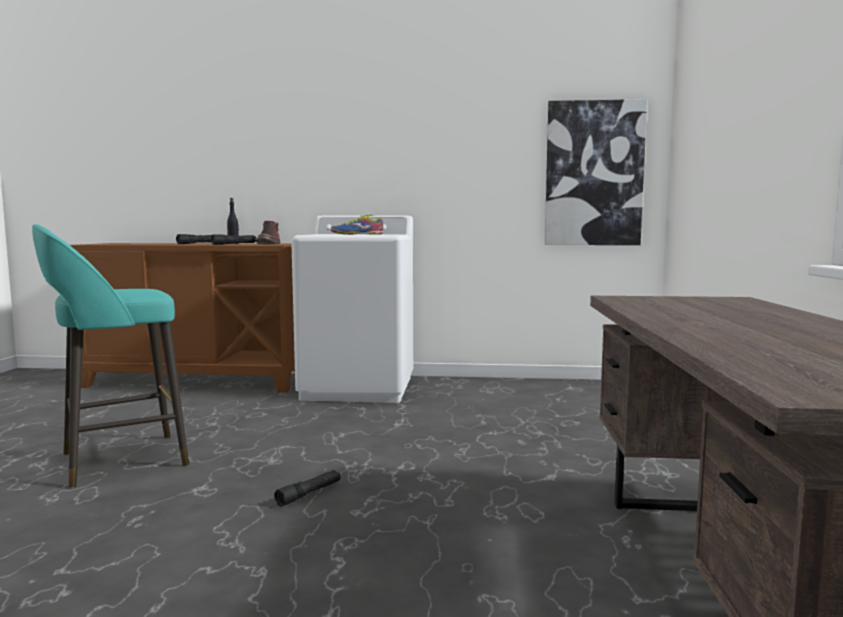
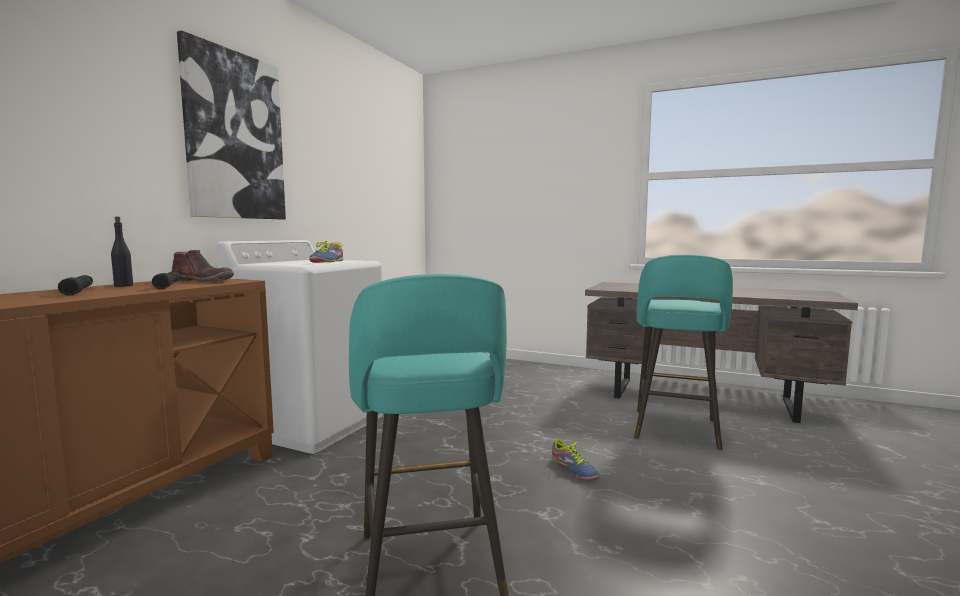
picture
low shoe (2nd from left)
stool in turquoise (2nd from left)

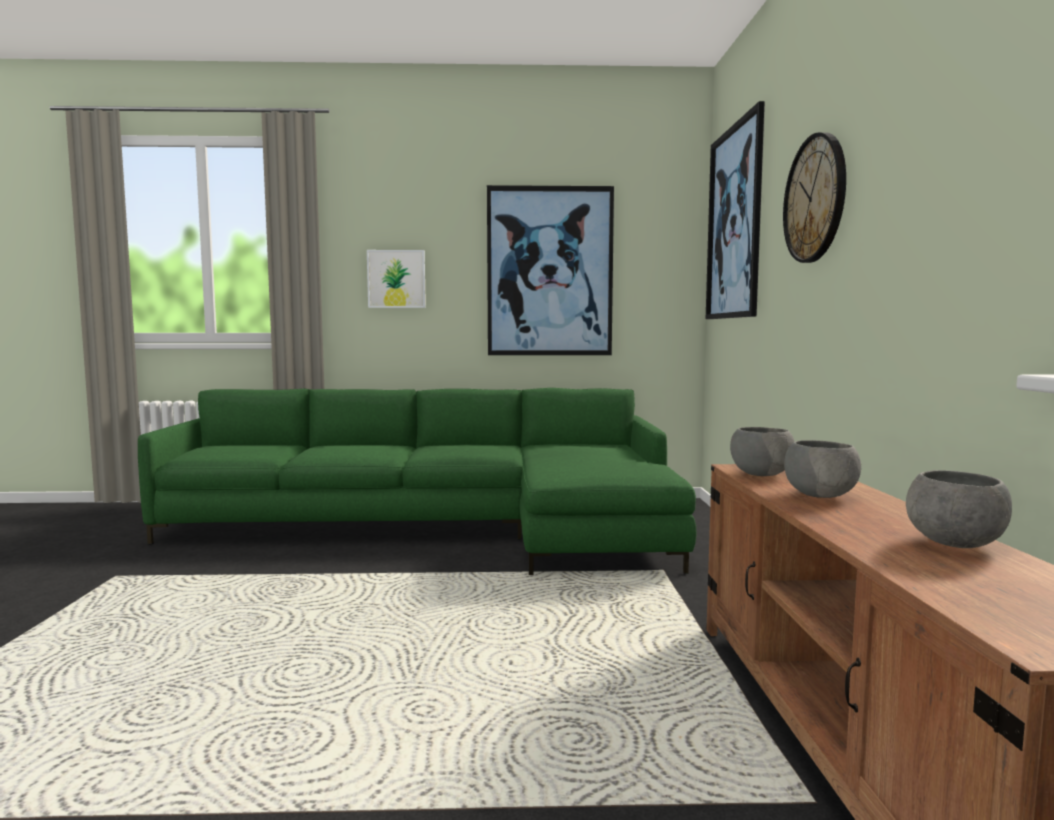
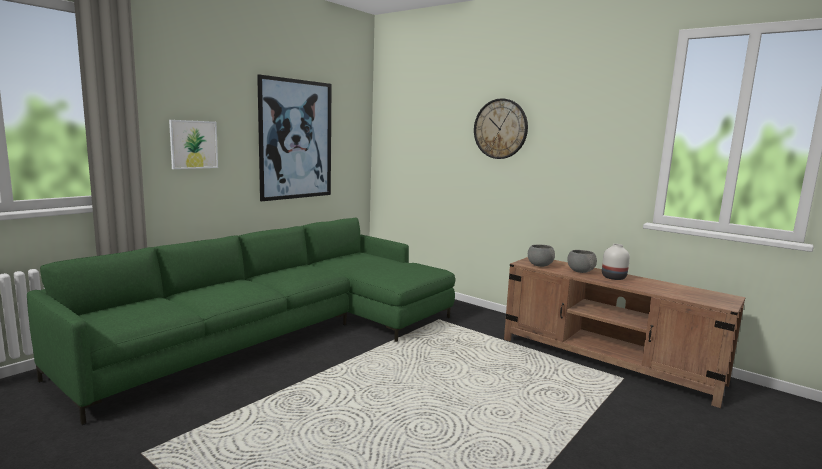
decorative vase in whitish
picture (3rd from left in the first image)
serving bowl in grey (3rd from left in the first image)

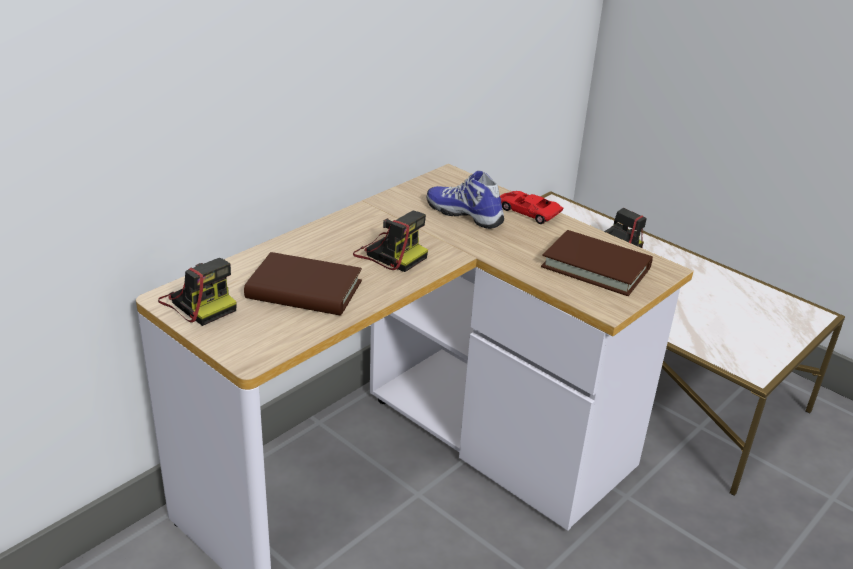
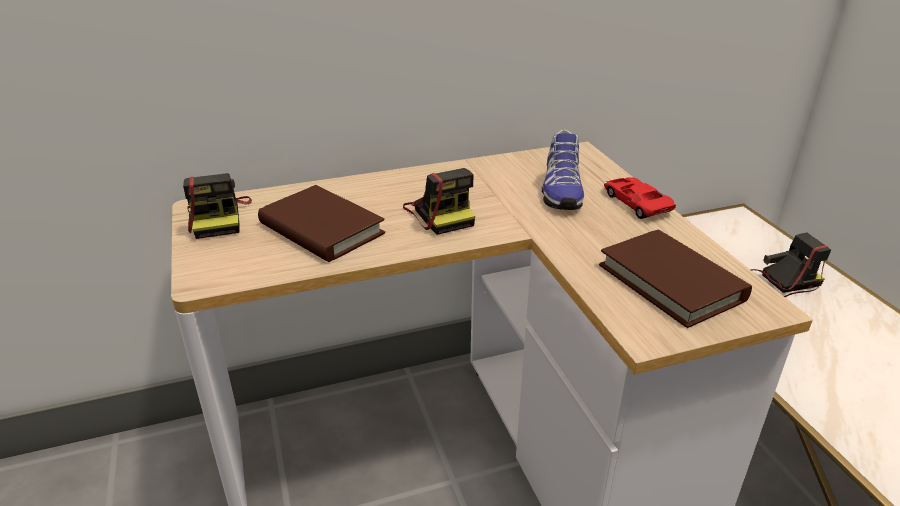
low shoe

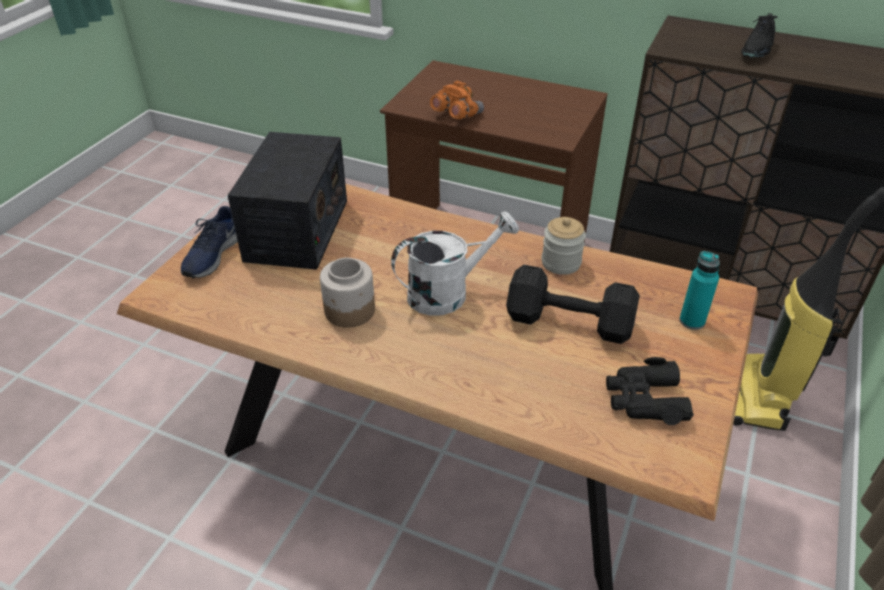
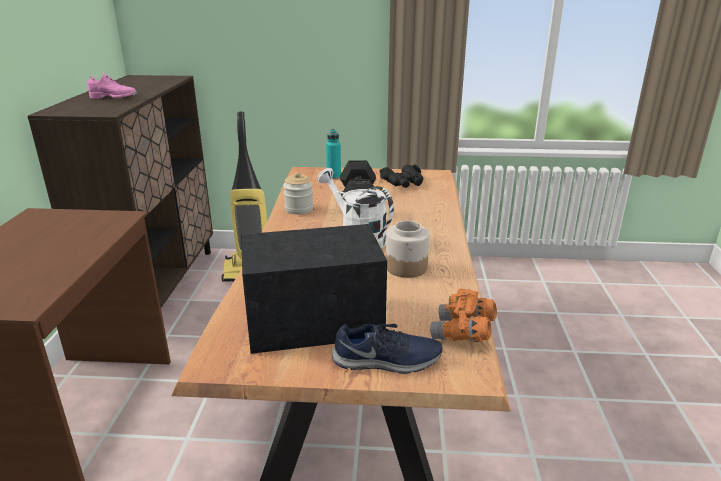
low shoe in pink
field glasses in orange

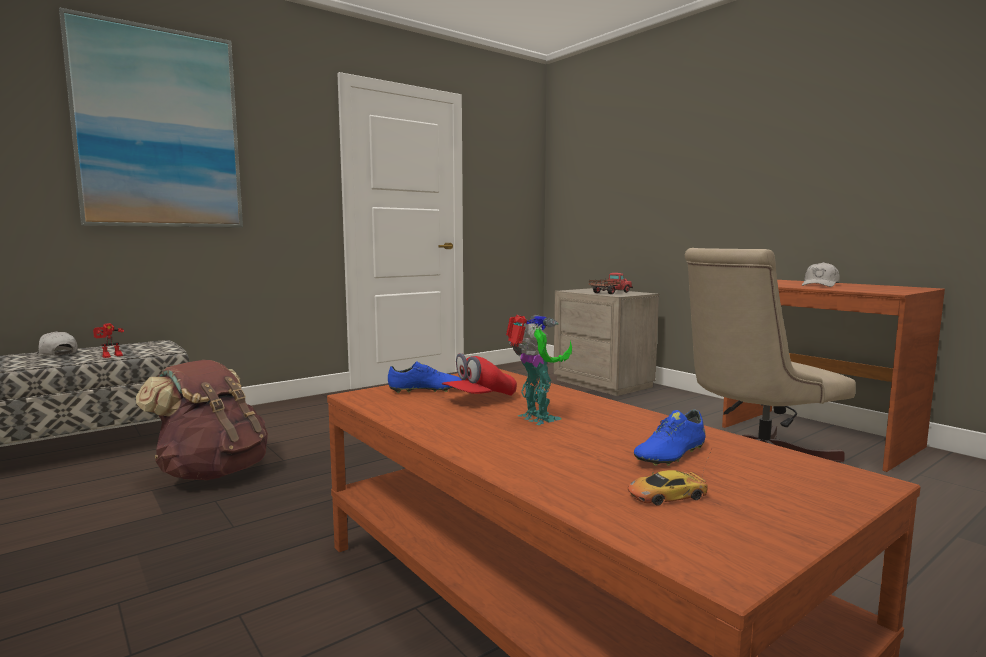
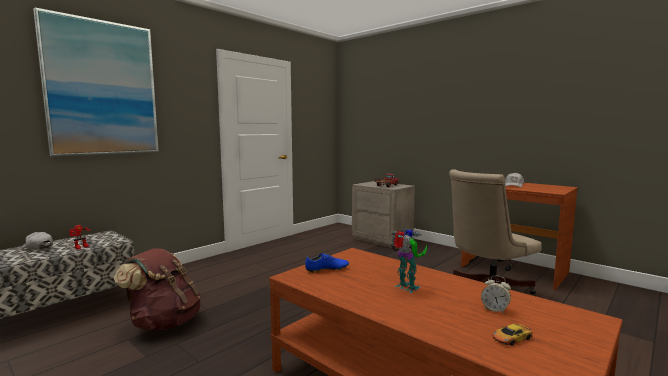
alarm clock
baseball cap in red

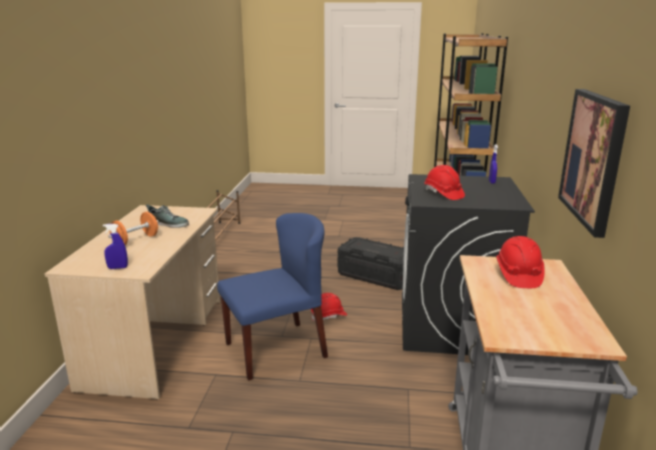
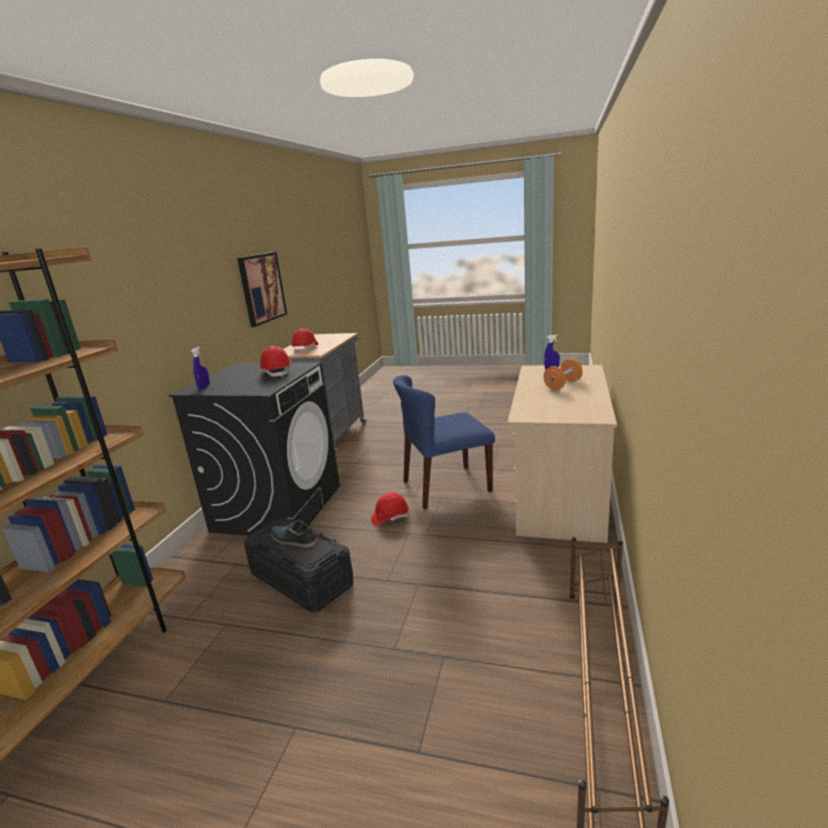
low shoe

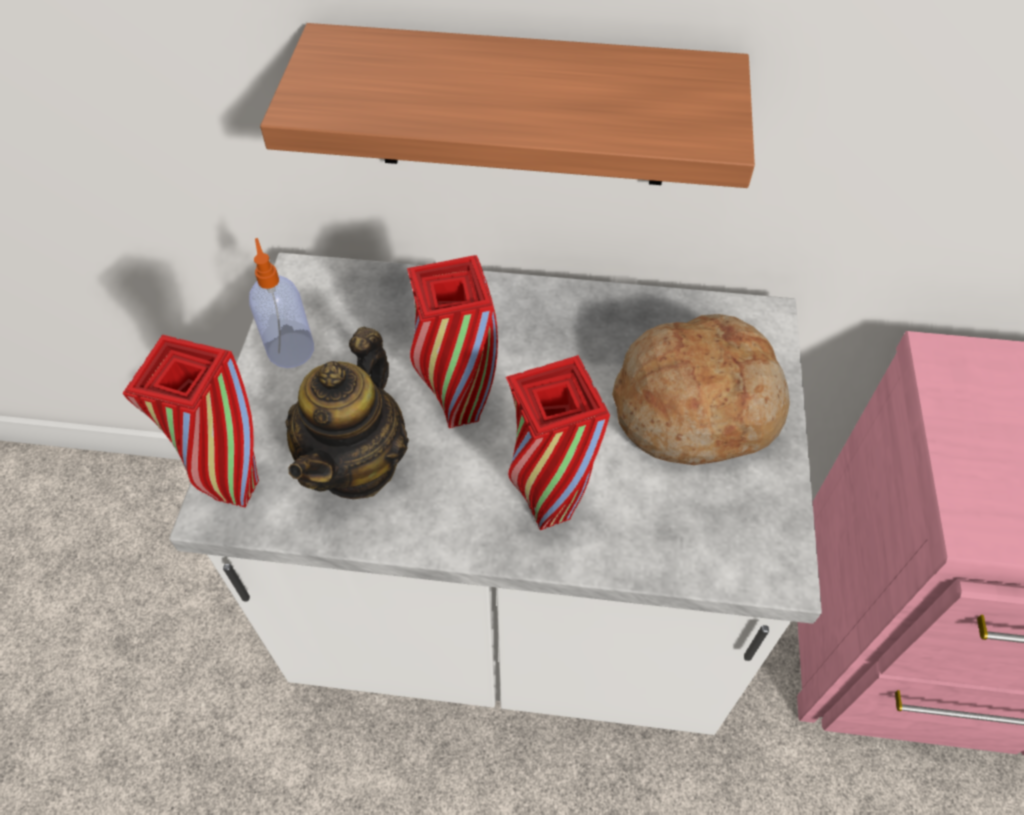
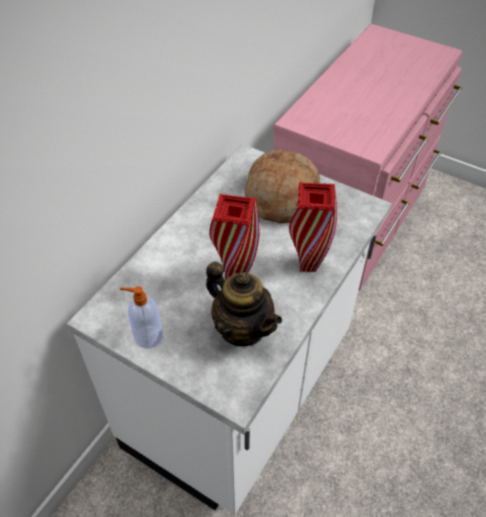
decorative vase in red (1st from left in the first image)
wall shelf

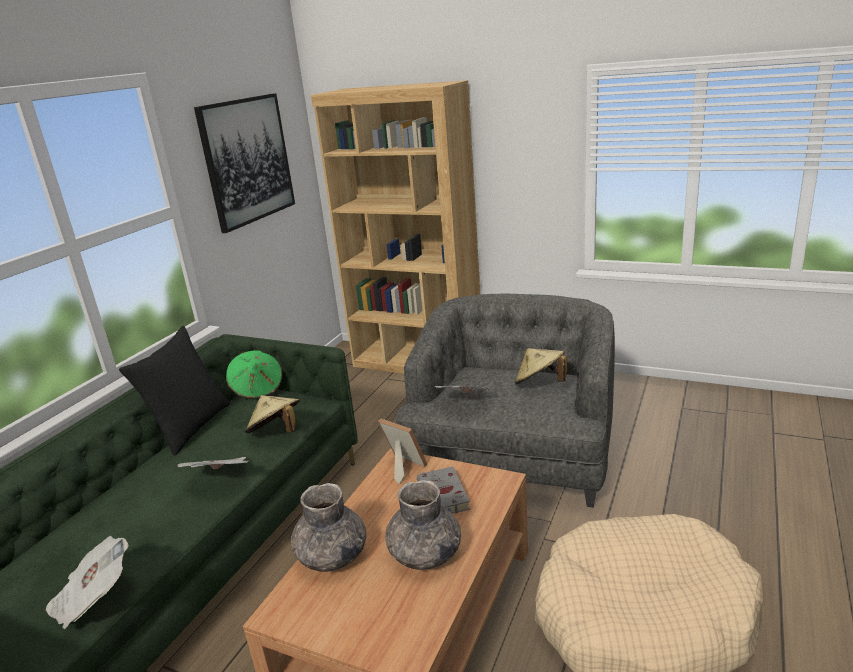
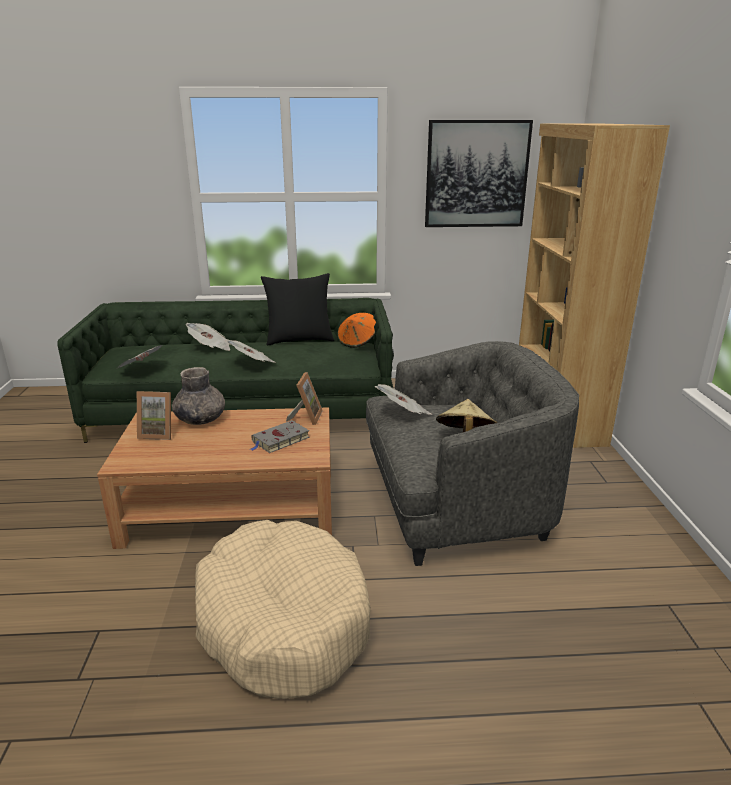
picture frame (1st from left)
printed paper (2nd from left)
hat in orange
hat in beige (1st from left in the first image)
decorative vase in grey (2nd from left in the first image)

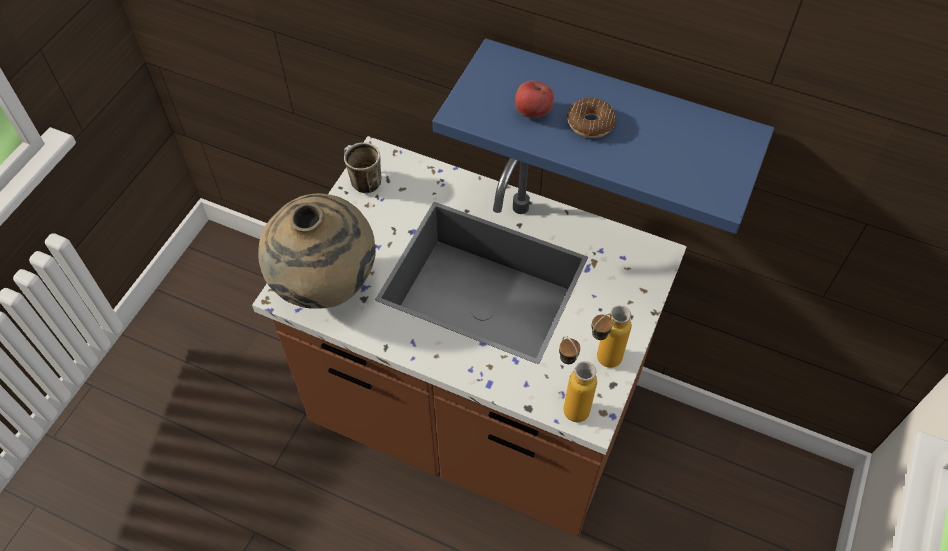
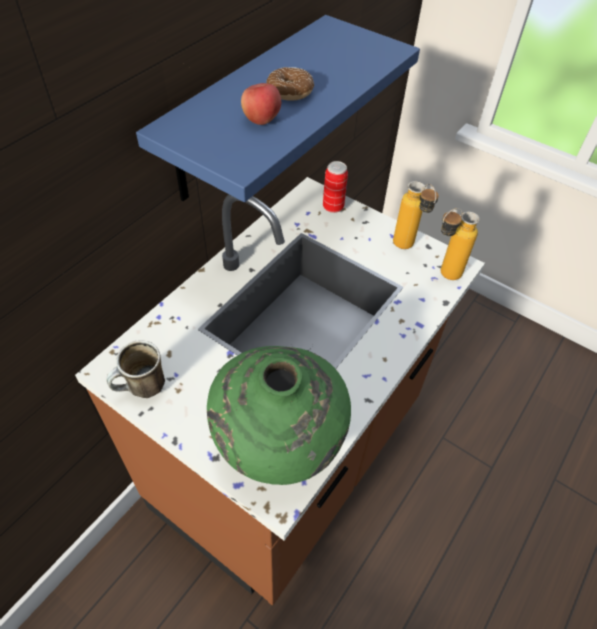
decorative vase in green-coloured
sealed can

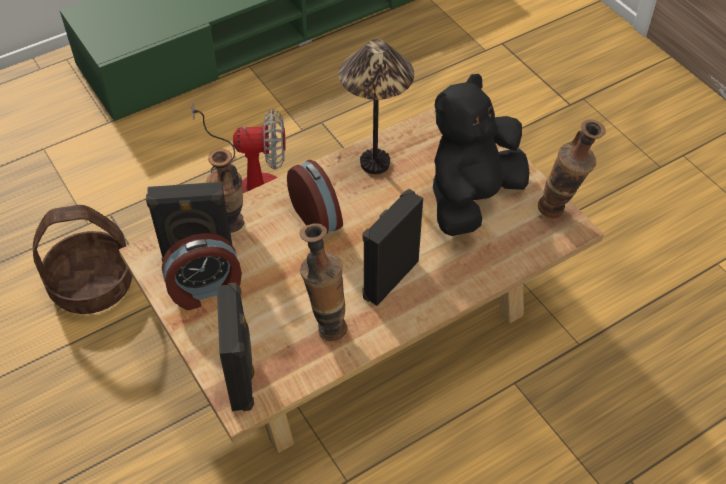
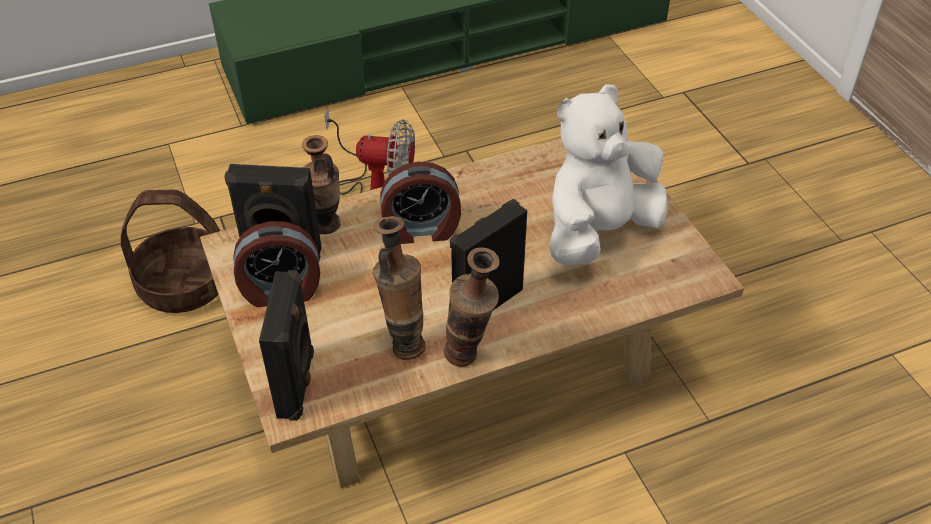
alarm clock (2nd from left)
decorative vase (3rd from left)
cuddly toy in whitish
tabletop lamp

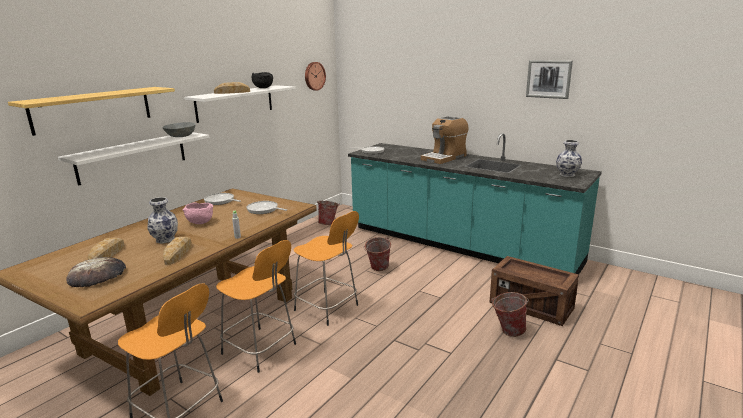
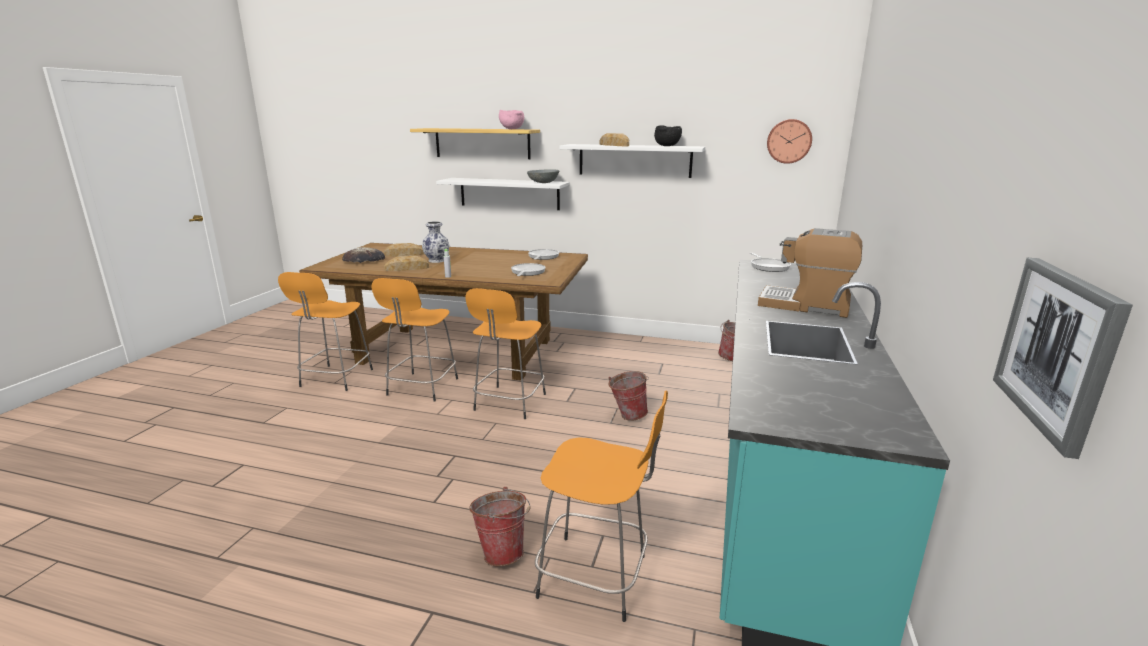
serving bowl in pink
stool in orange (4th from left)
picture
decorative vase (2nd from left in the first image)

